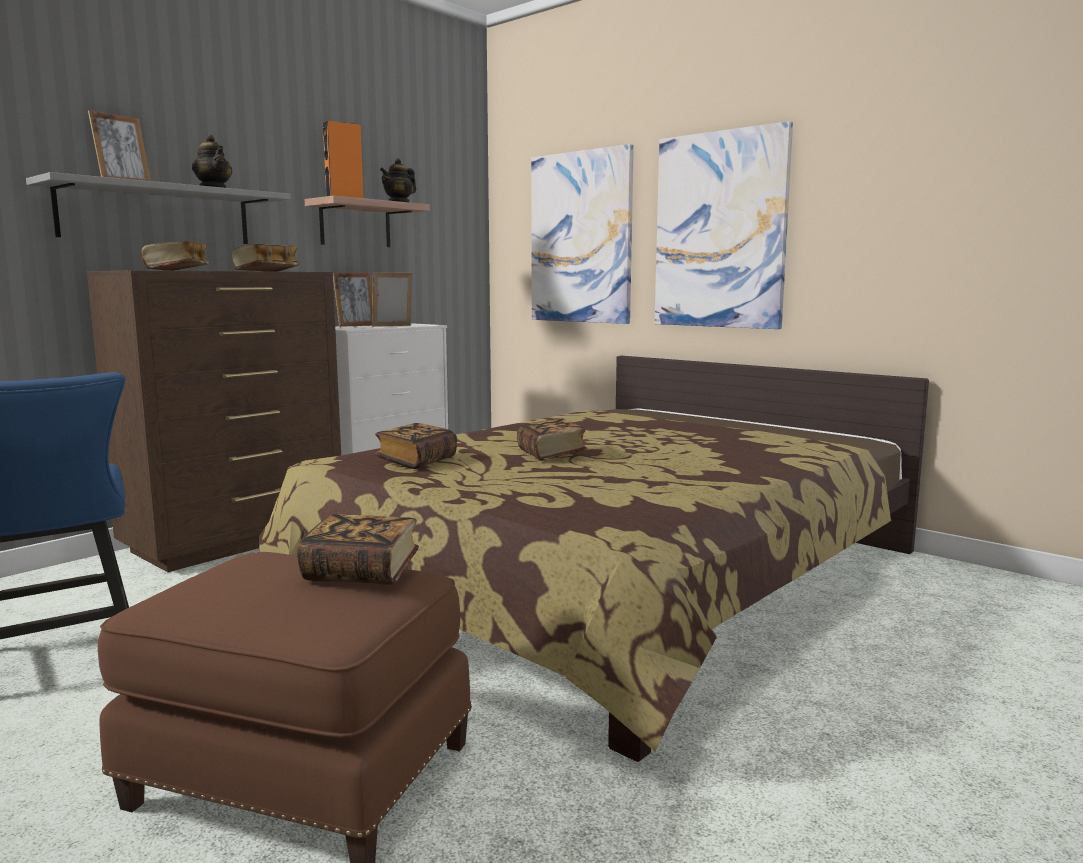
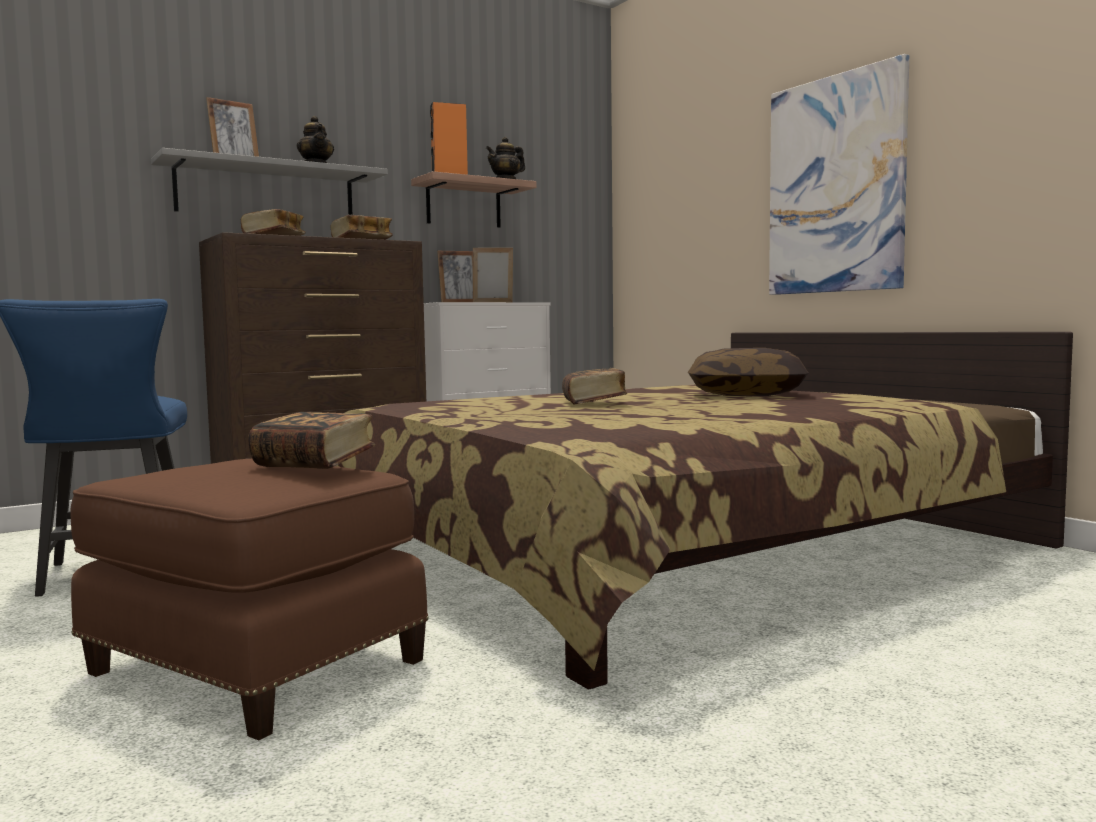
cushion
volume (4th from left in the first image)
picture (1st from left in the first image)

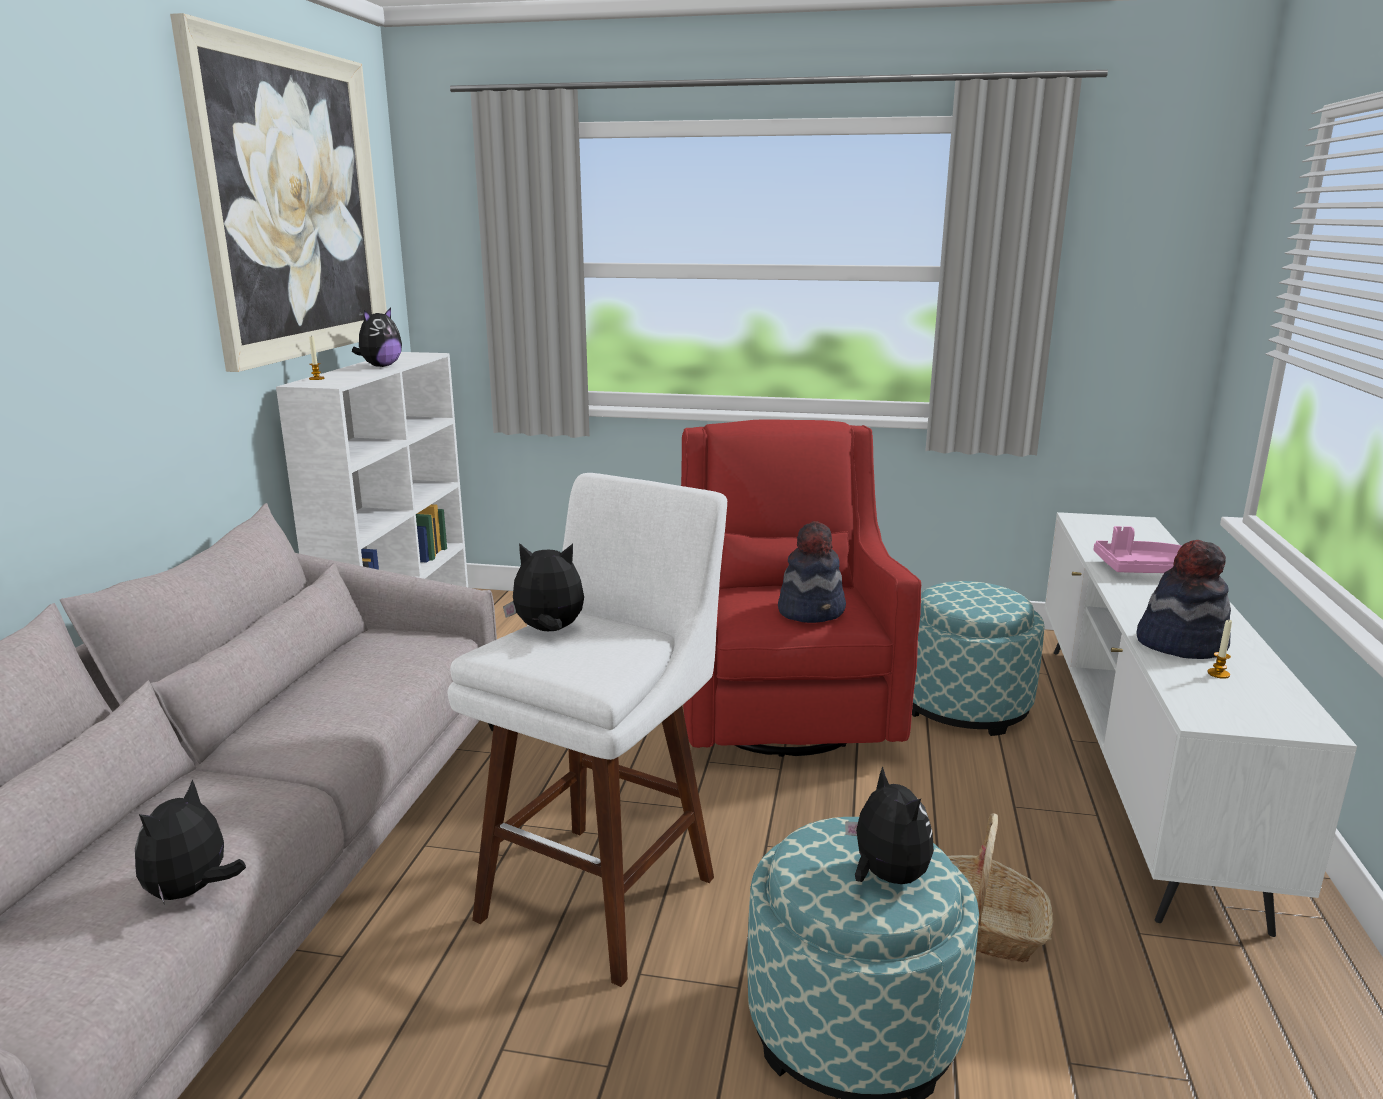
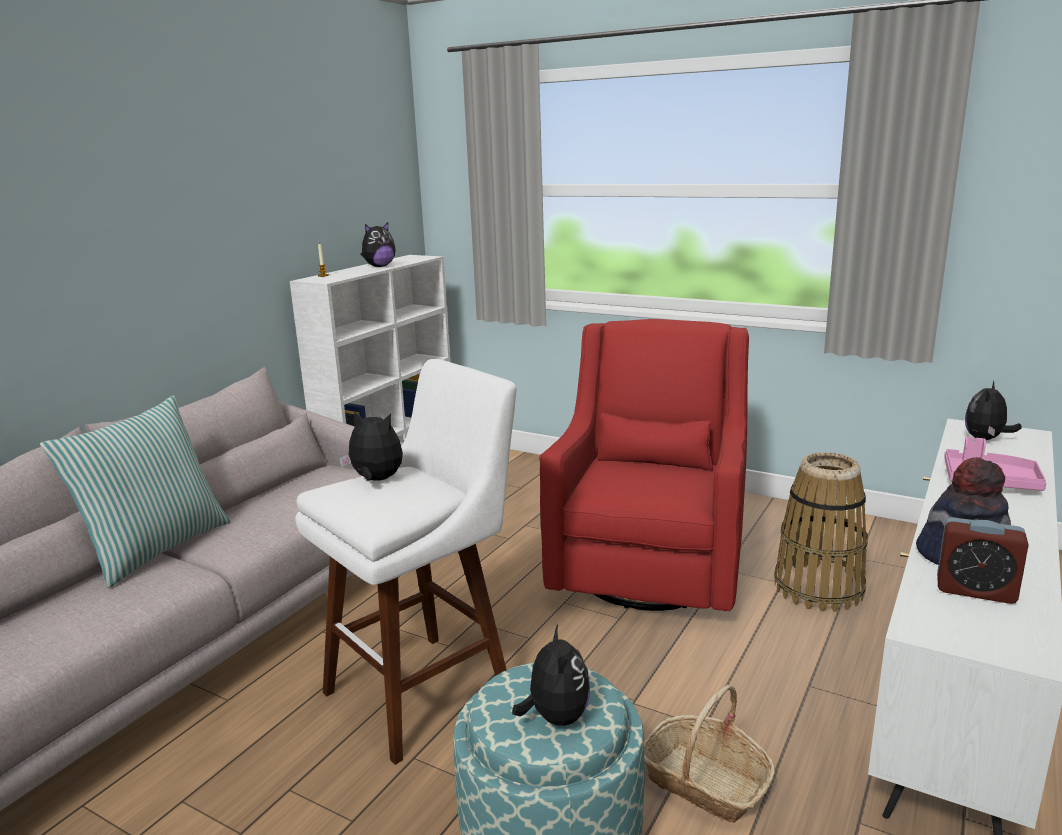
cushion
household basket (2nd from left)
alarm clock
cuddly toy (4th from left)
picture
hat (1st from left in the first image)

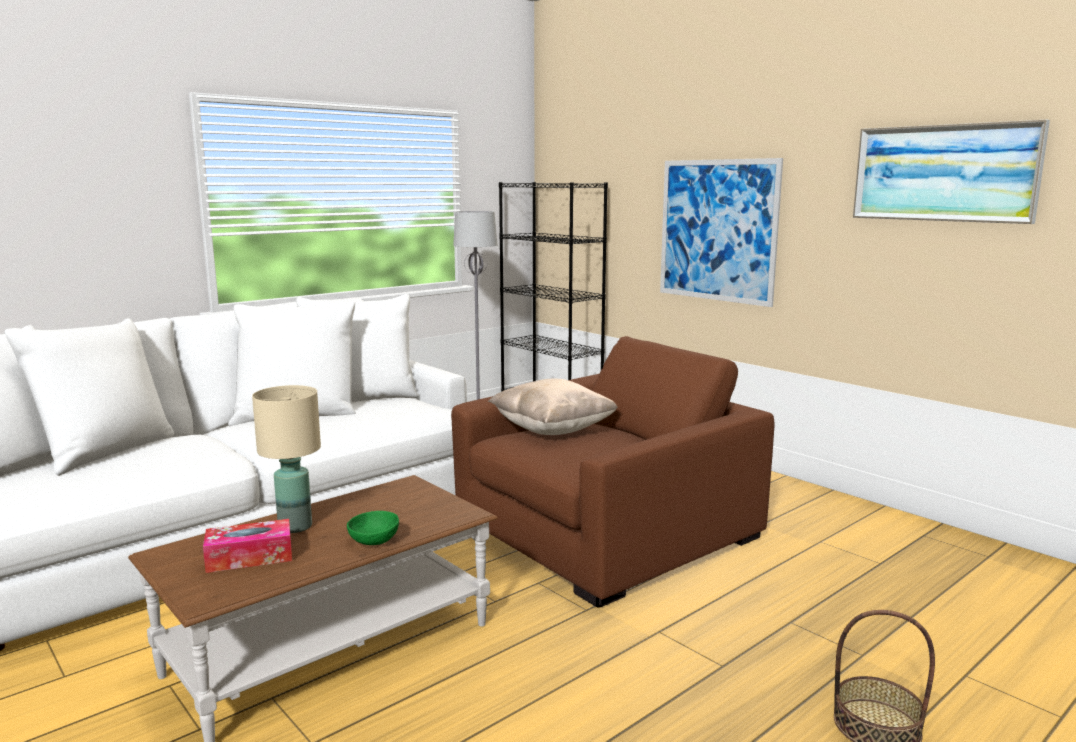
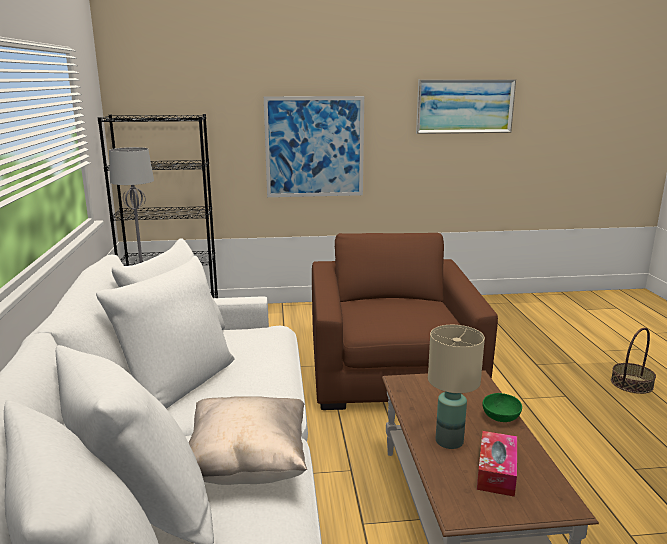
cushion in beige

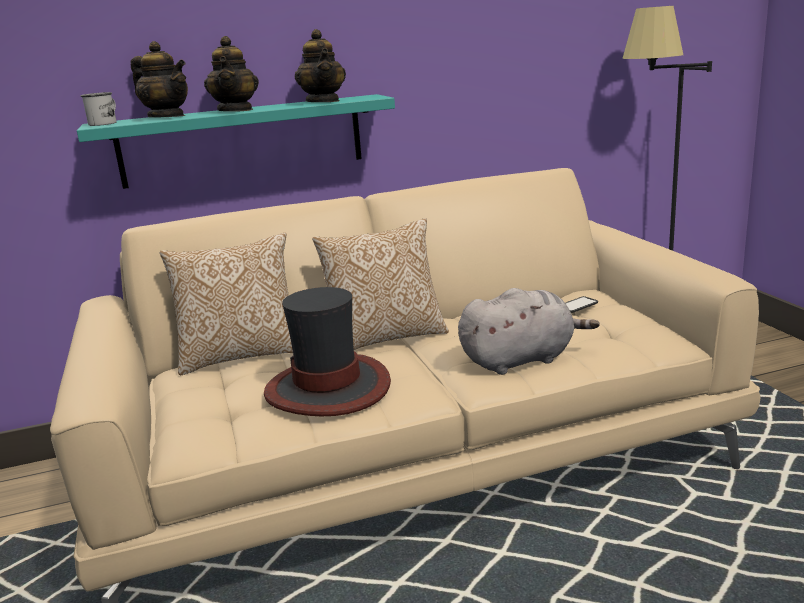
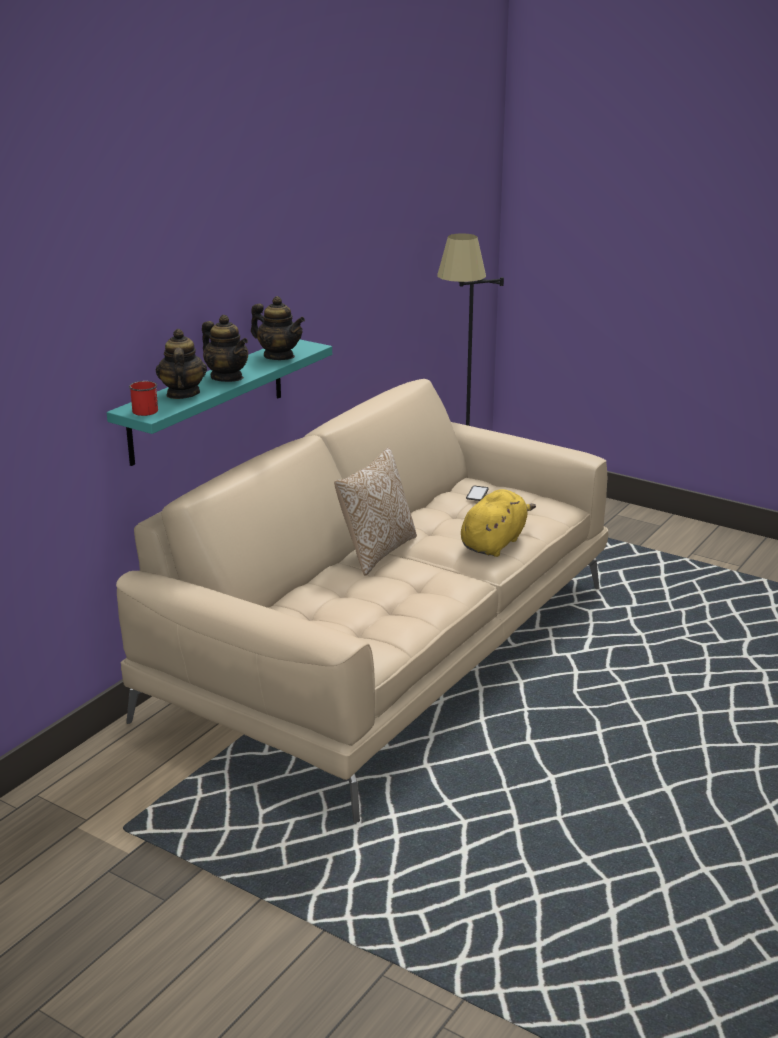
coffee mug in red
teapot (1st from left)
cuddly toy in yellow-coloured
cushion (1st from left in the first image)
hat

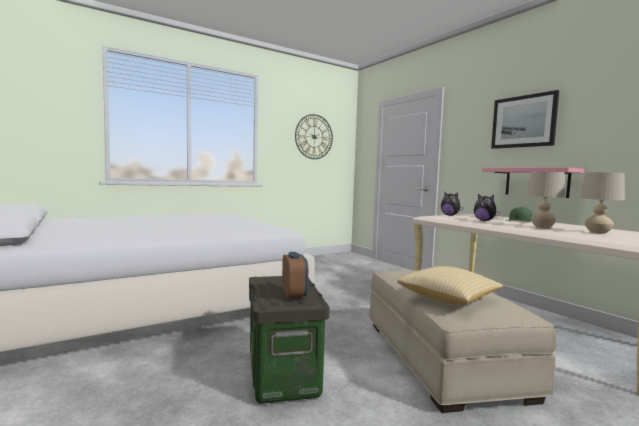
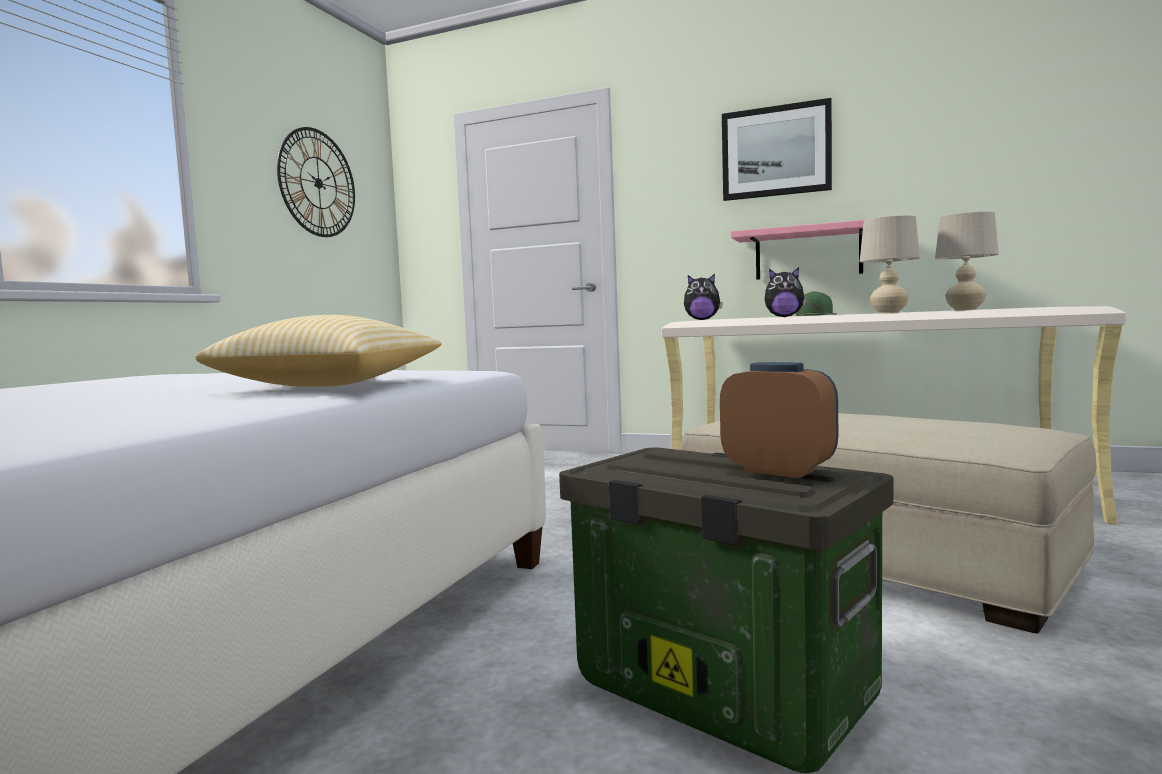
cushion

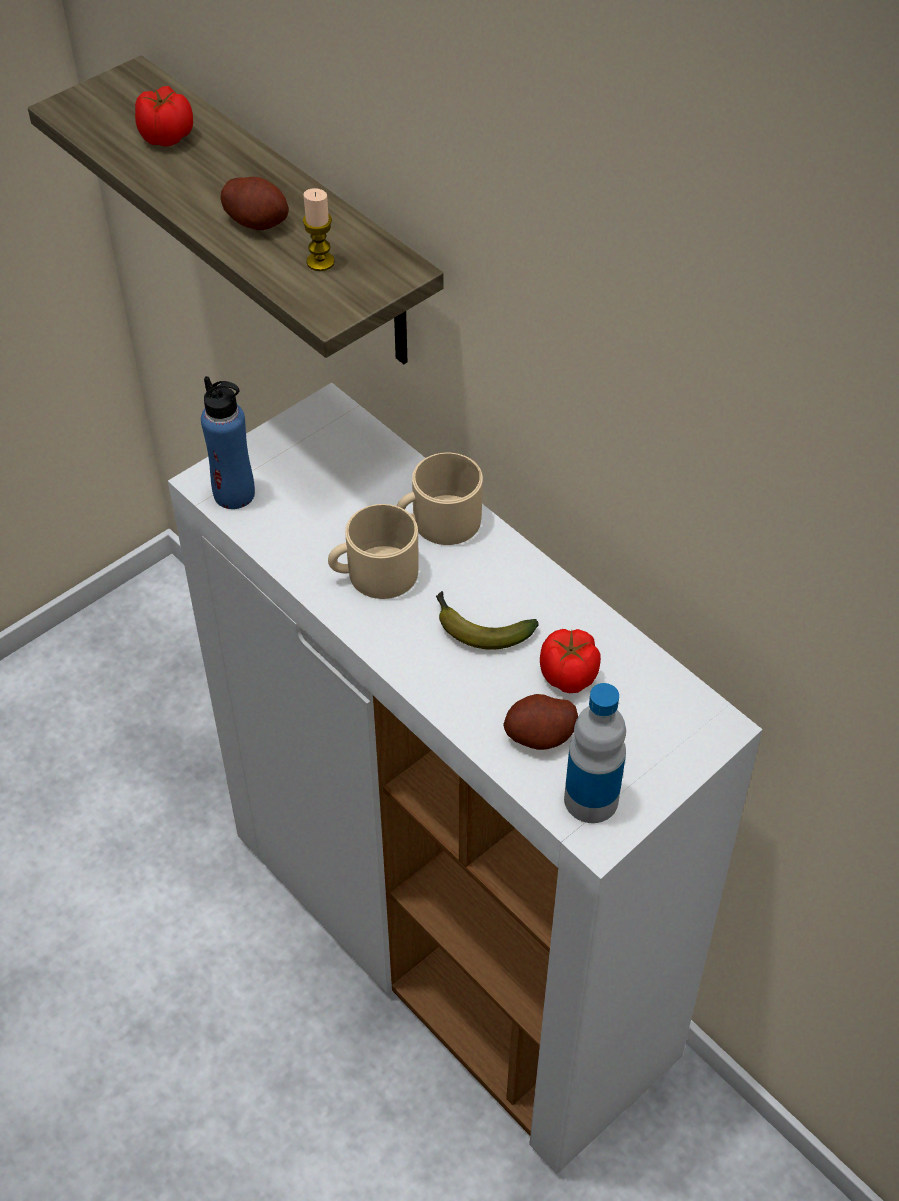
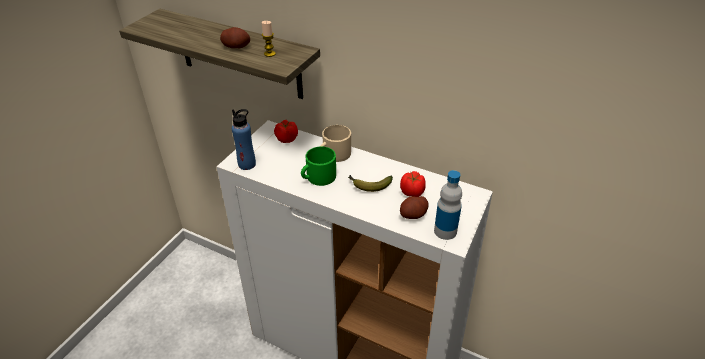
fresh tomato (1st from left)
coffee mug in green-coloured

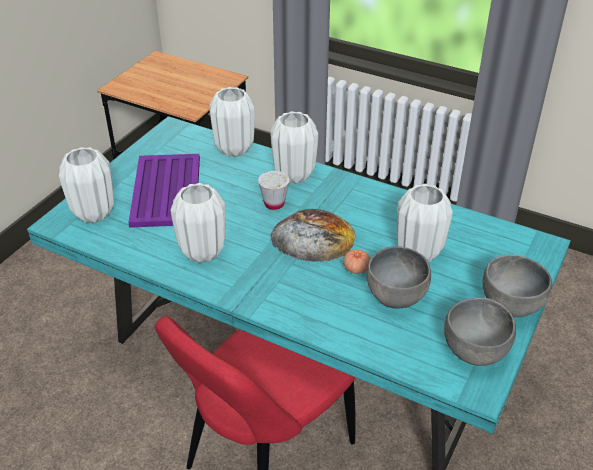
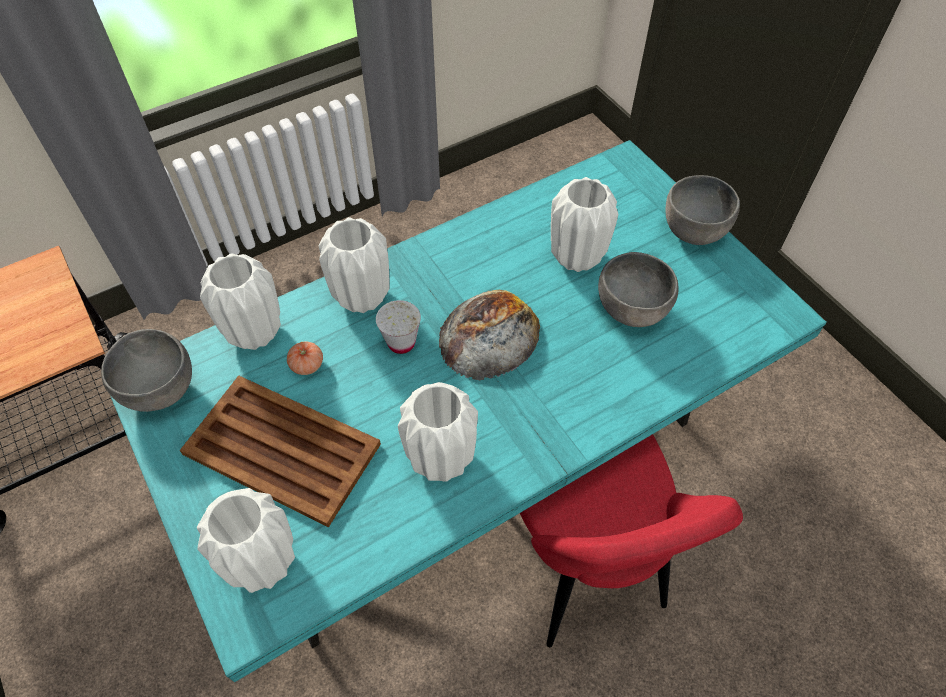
serving bowl in grey (1st from left)
carrying tray in brown
fresh tomato

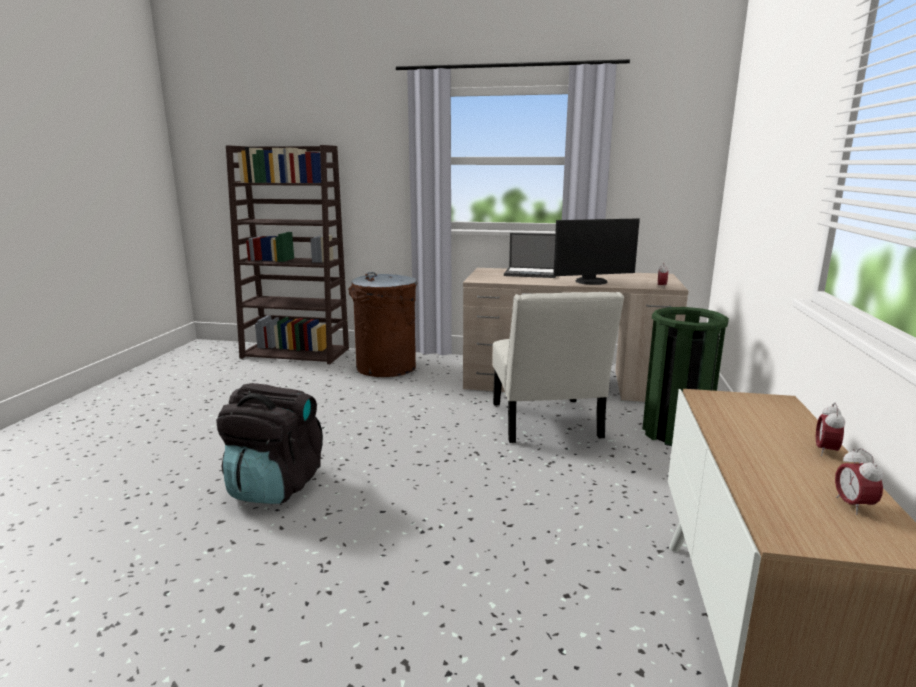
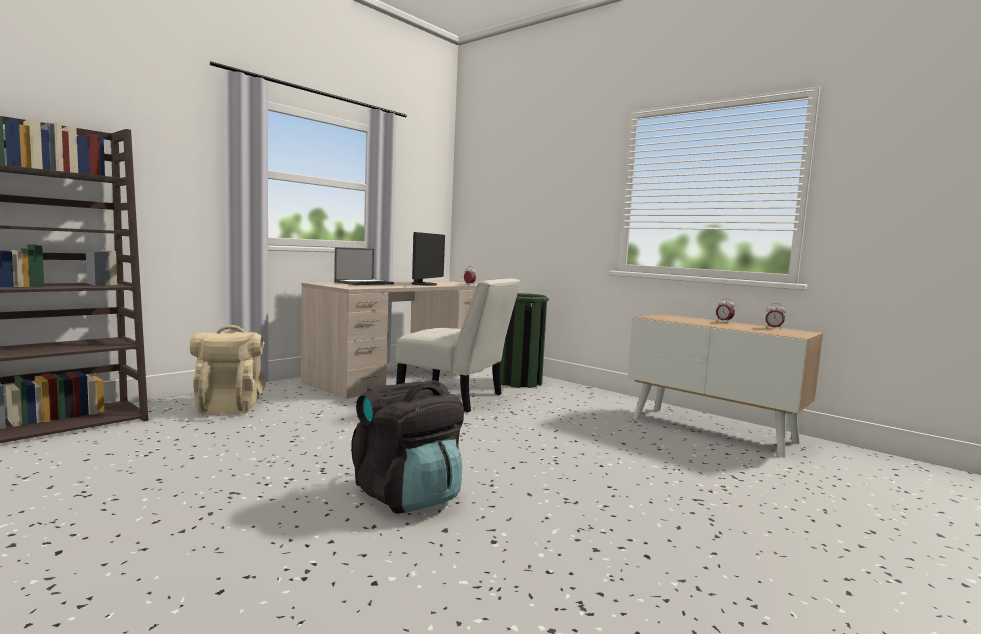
backpack in beige

